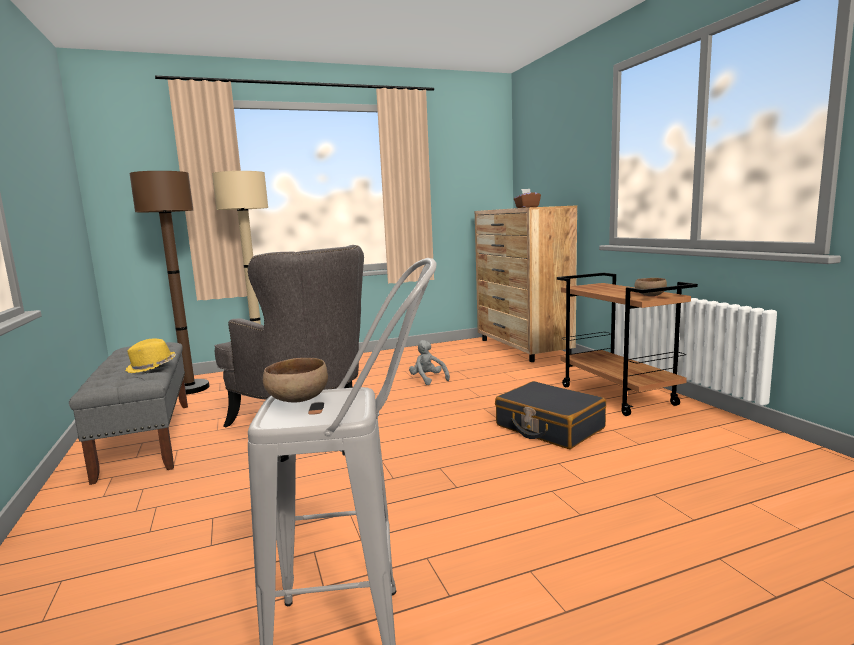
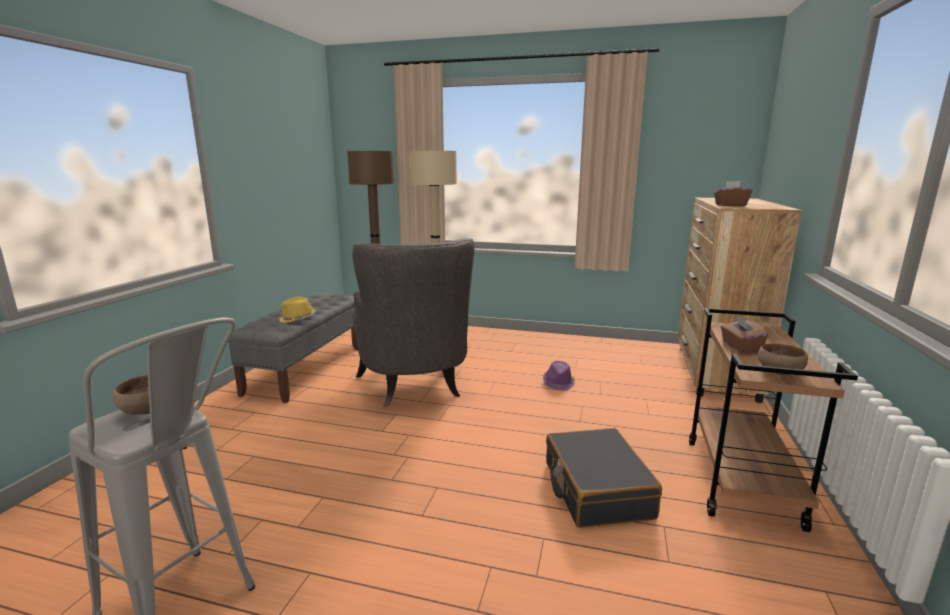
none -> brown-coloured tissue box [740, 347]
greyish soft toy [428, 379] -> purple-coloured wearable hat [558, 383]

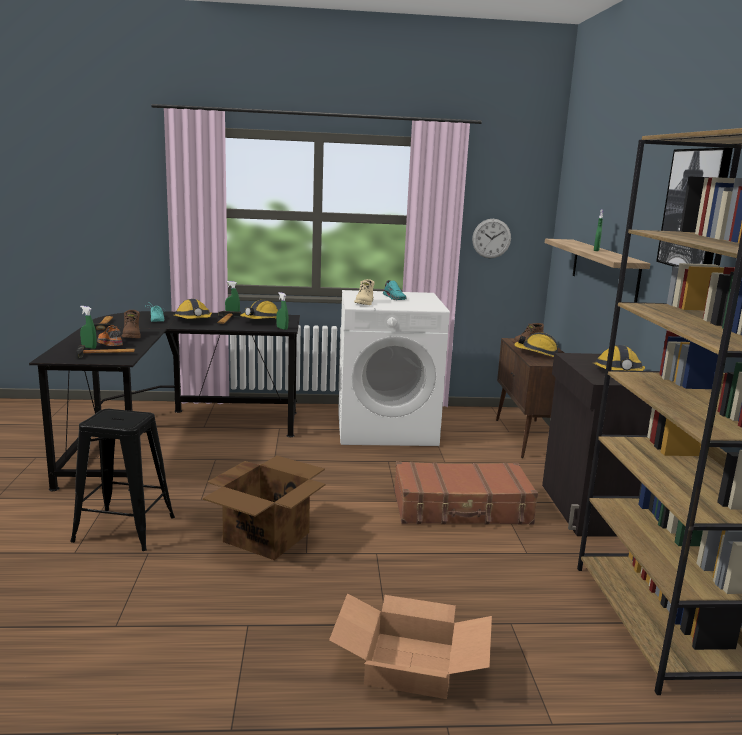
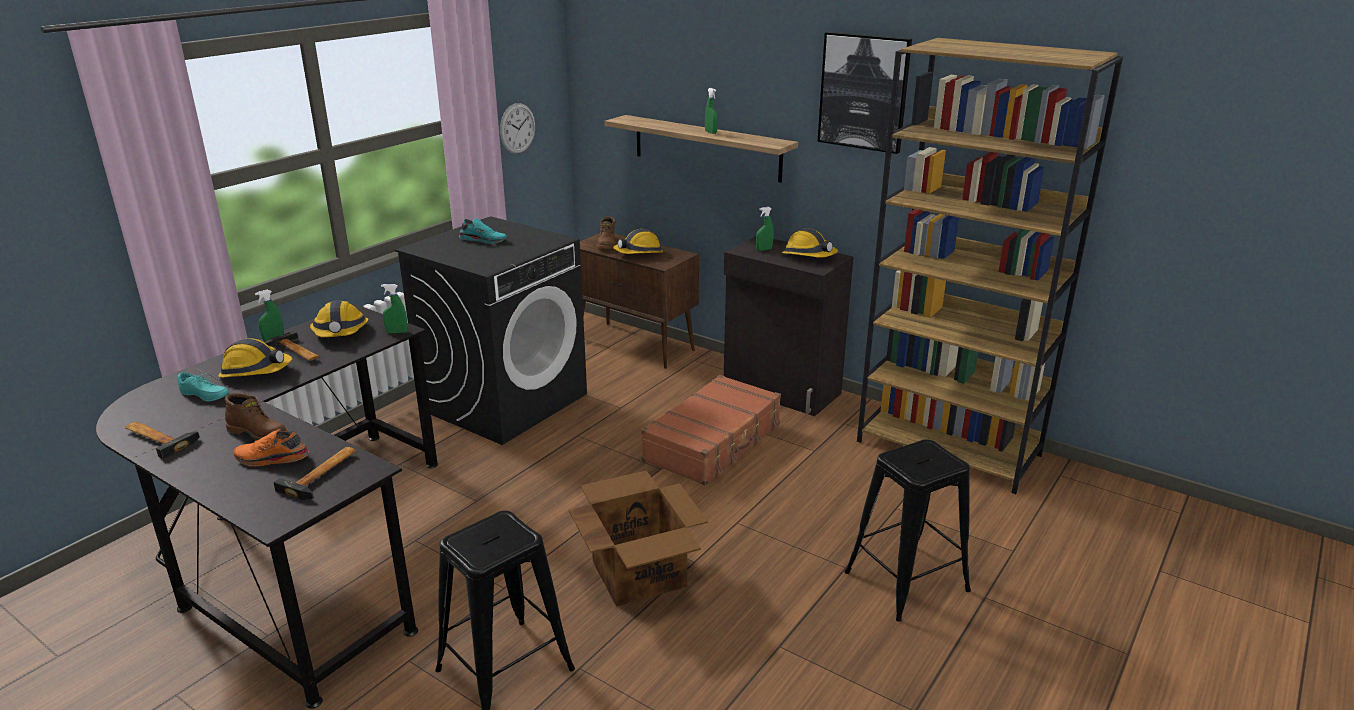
sand-coloured high-top boot [365, 303] -> none
green sprayer [89, 347] -> green sprayer [764, 249], shifted
cardboard box [408, 665] -> black stool seat [906, 581]
white-coloured laundry machine [386, 428] -> black laundry machine [505, 401]

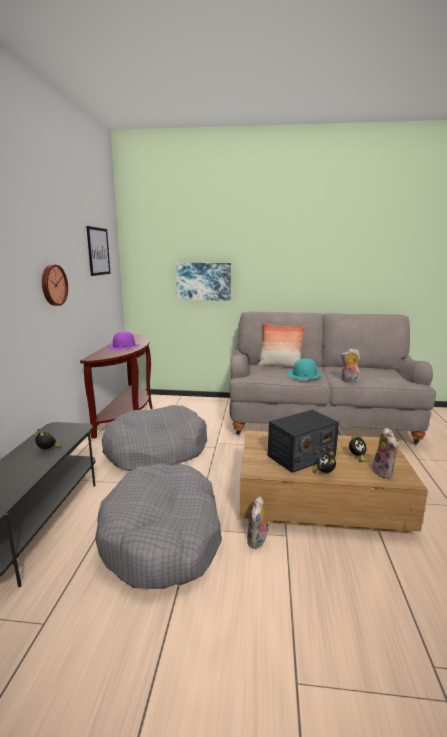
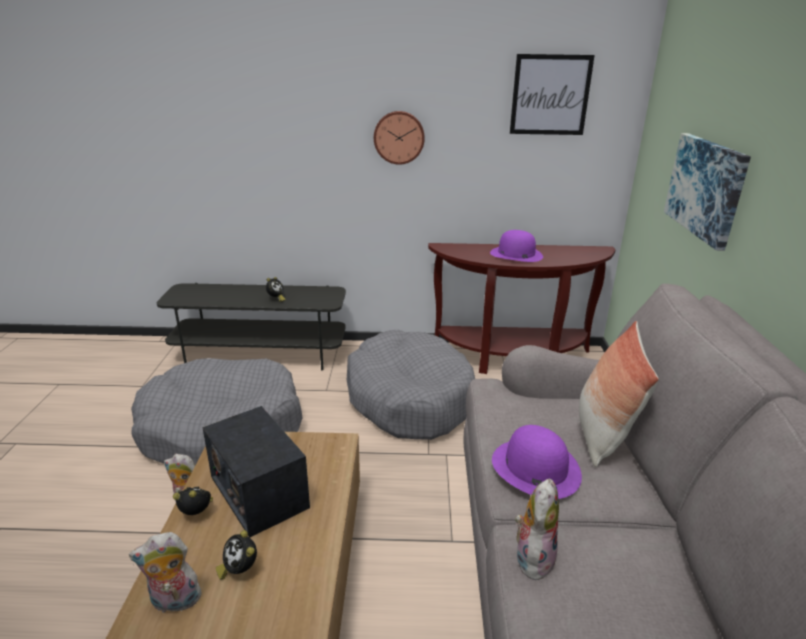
blue-green wearable hat [304, 375] -> purple-coloured wearable hat [535, 467]

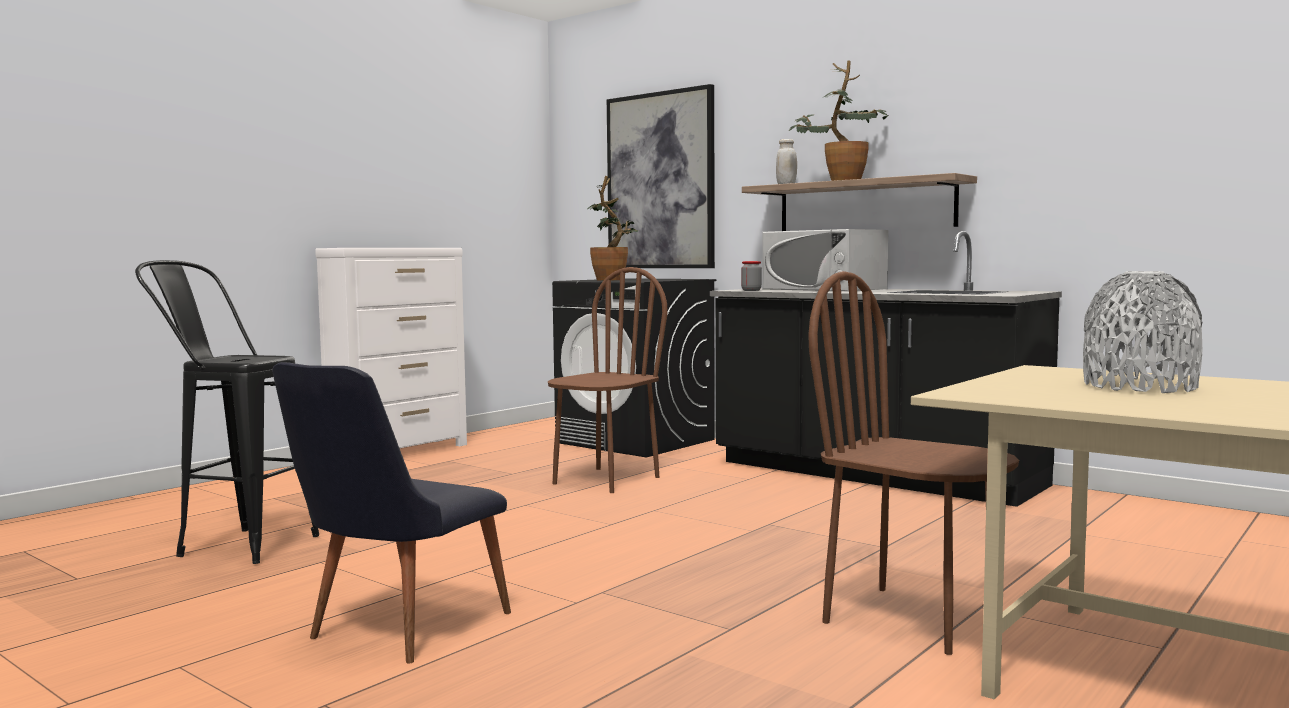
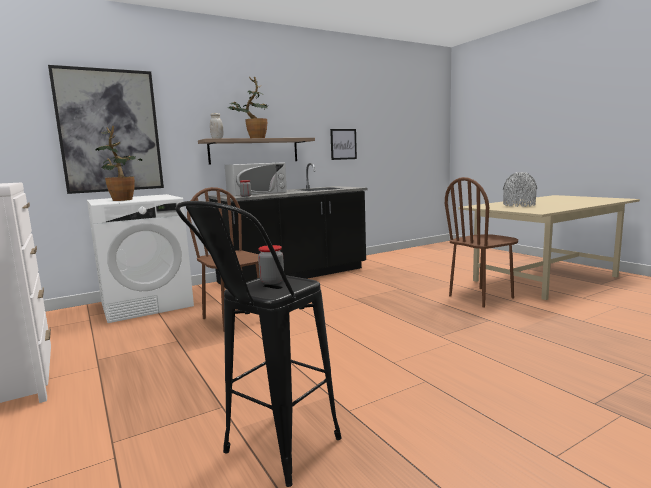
black upright chair [395, 631] -> none
none -> jar [272, 281]
none -> wall art [343, 144]
black laundry machine [636, 441] -> white-coloured laundry machine [147, 304]

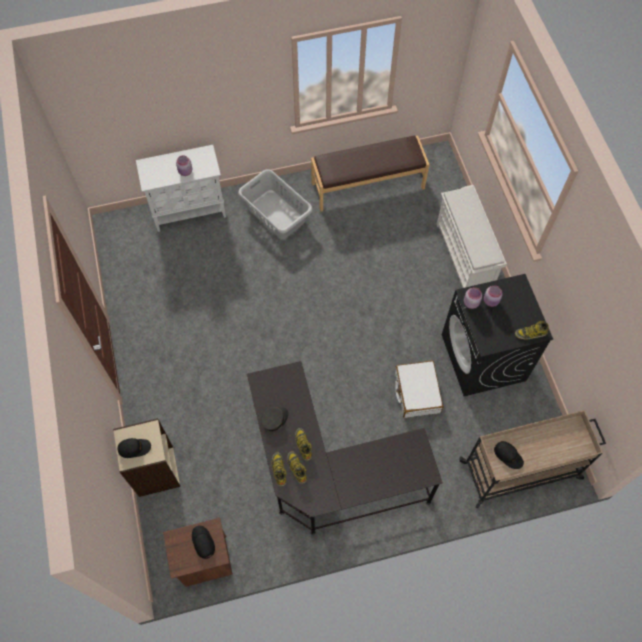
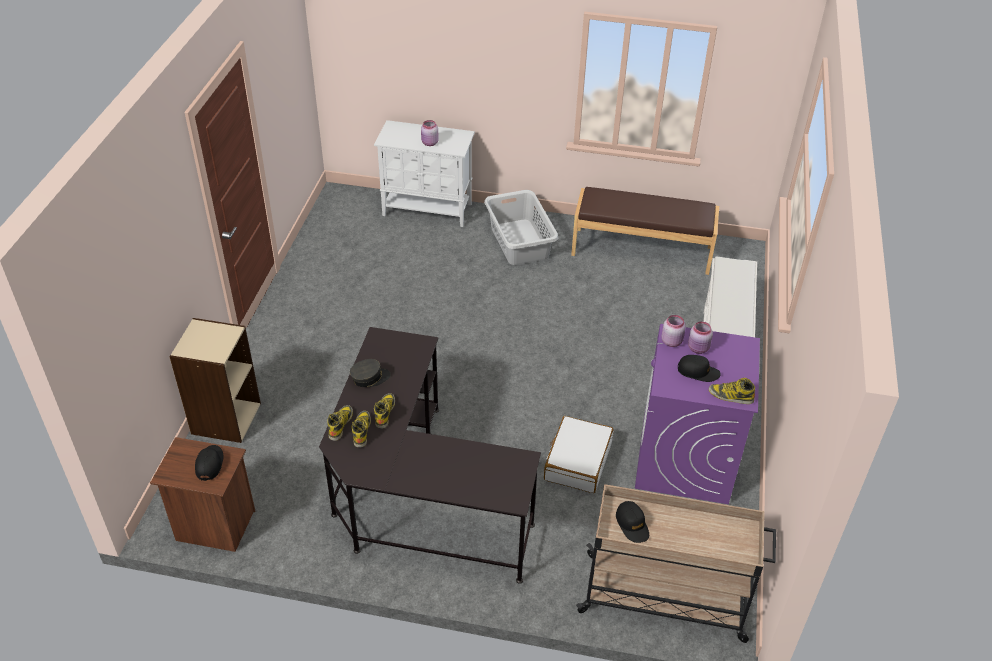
black peaked cap [134, 448] -> black peaked cap [698, 372], shifted
black laundry machine [483, 358] -> purple-coloured laundry machine [685, 459]

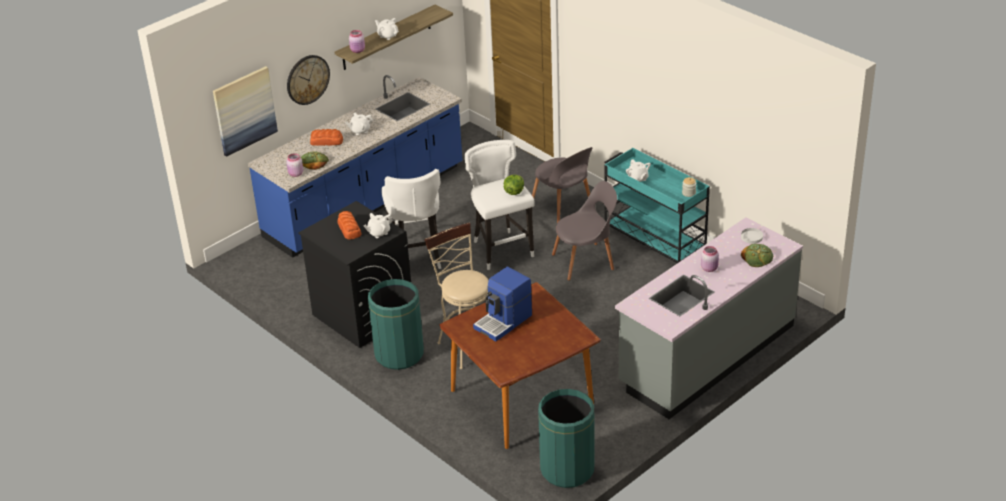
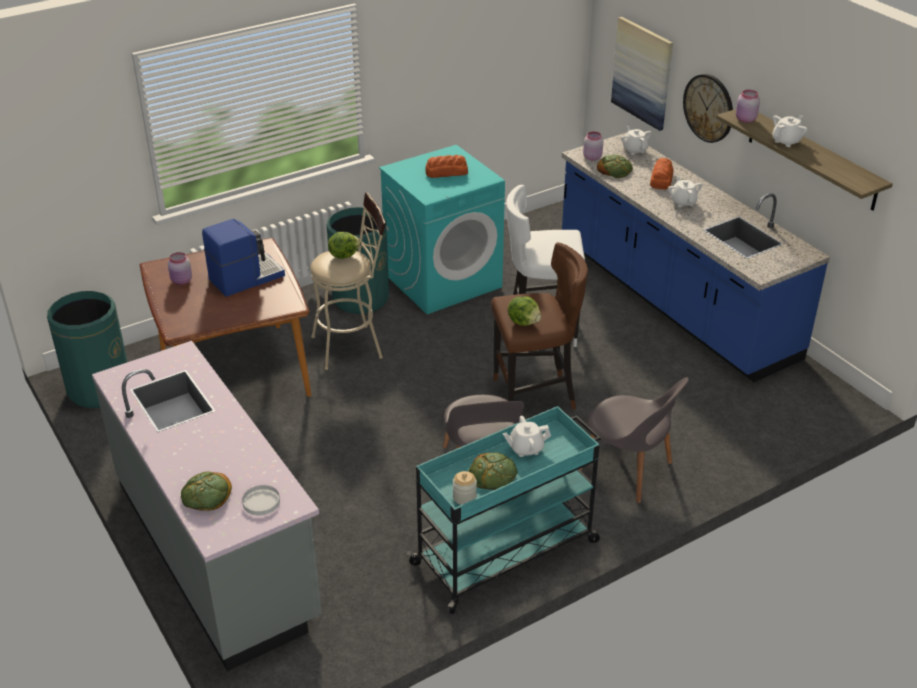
none -> lettuce head [343, 255]
none -> bread [492, 474]
white-coloured pot for tea [378, 233] -> white-coloured pot for tea [634, 150], shifted
pinkish jar [709, 268] -> pinkish jar [181, 281], shifted
black laundry machine [362, 314] -> blue-green laundry machine [443, 280]
white-coloured stool seat [501, 250] -> brown-coloured stool seat [535, 396]
coffee brewer [504, 322] -> coffee brewer [245, 277], 90 degrees clockwise
greyish upright chair [563, 206] -> greyish upright chair [627, 470], 120 degrees counterclockwise

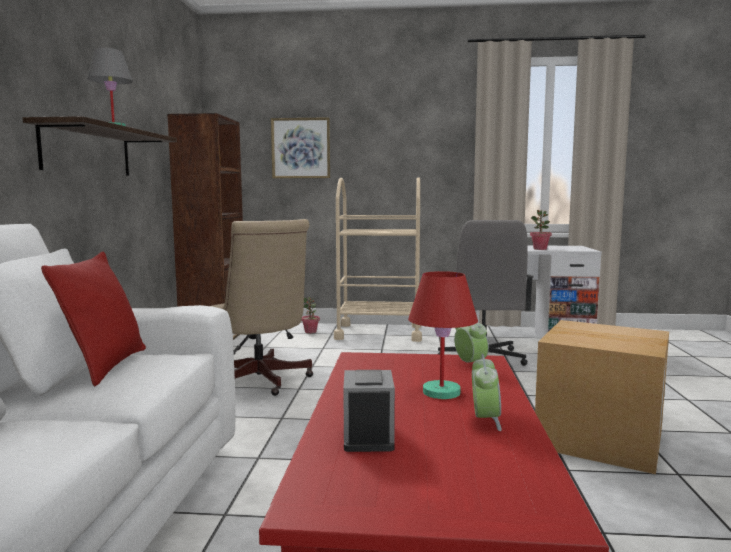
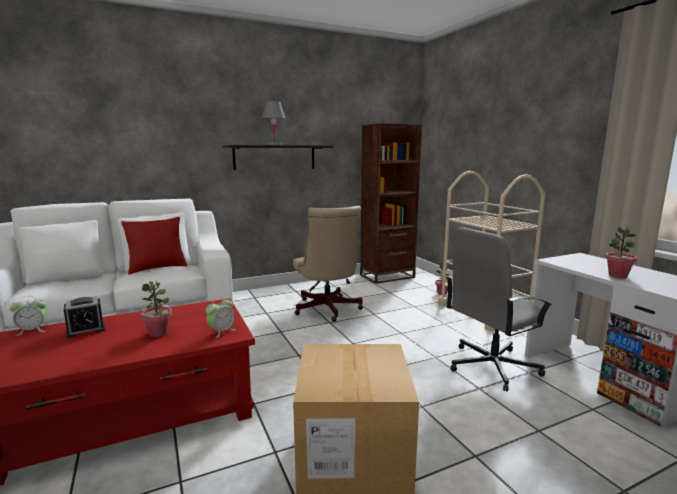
wall art [301, 148] -> none
alarm clock [485, 420] -> alarm clock [32, 330], shifted
red tabletop lamp [441, 392] -> plant in a pot [158, 333]
sand-coloured desk chair [260, 382] -> sand-coloured desk chair [327, 310], 45 degrees counterclockwise

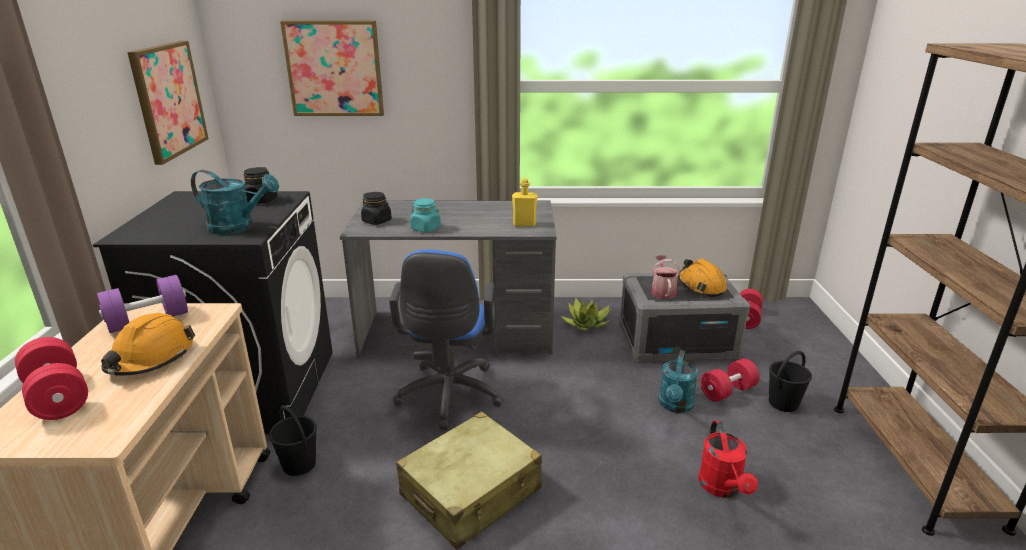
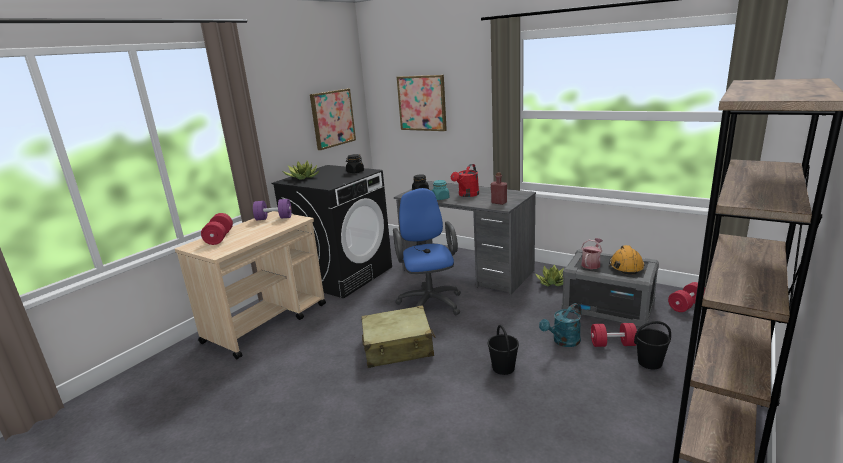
orange-coloured safety helmet [151, 358] -> none
blue-green watering can [238, 227] -> none
none -> plant in a pot [303, 177]
black pail [299, 464] -> black pail [503, 367], shifted
red watering can [723, 488] -> red watering can [467, 195], shifted
yellow drink bottle [524, 224] -> red drink bottle [499, 203]
blue-coloured desk chair [449, 398] -> blue-coloured desk chair [429, 302], 135 degrees clockwise

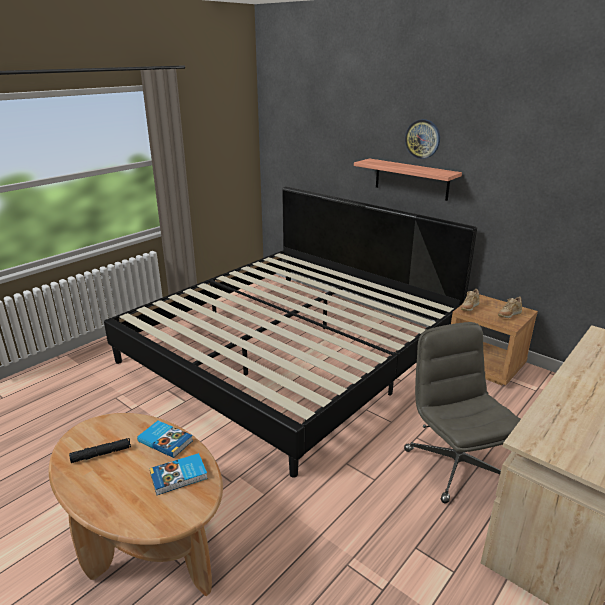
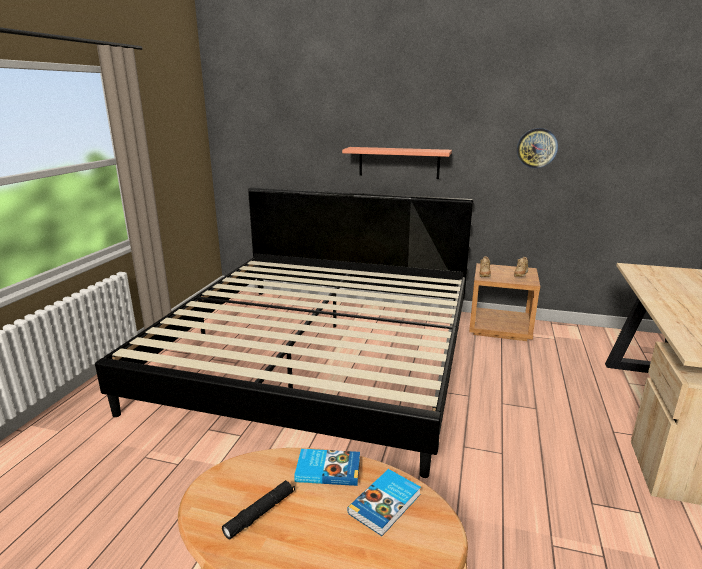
greyish desk chair [455, 465] -> none
wall clock [422, 139] -> wall clock [537, 148], shifted

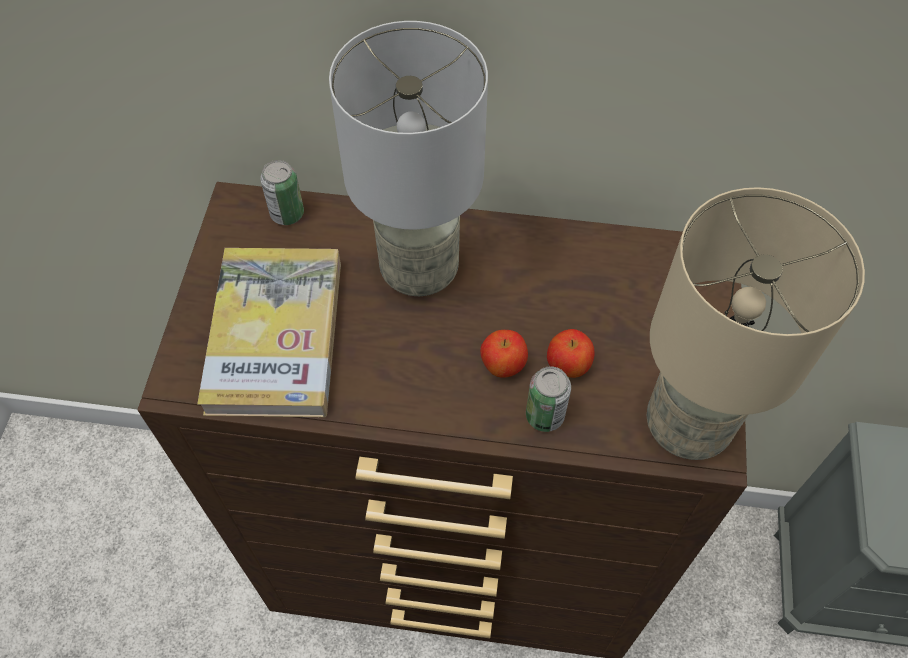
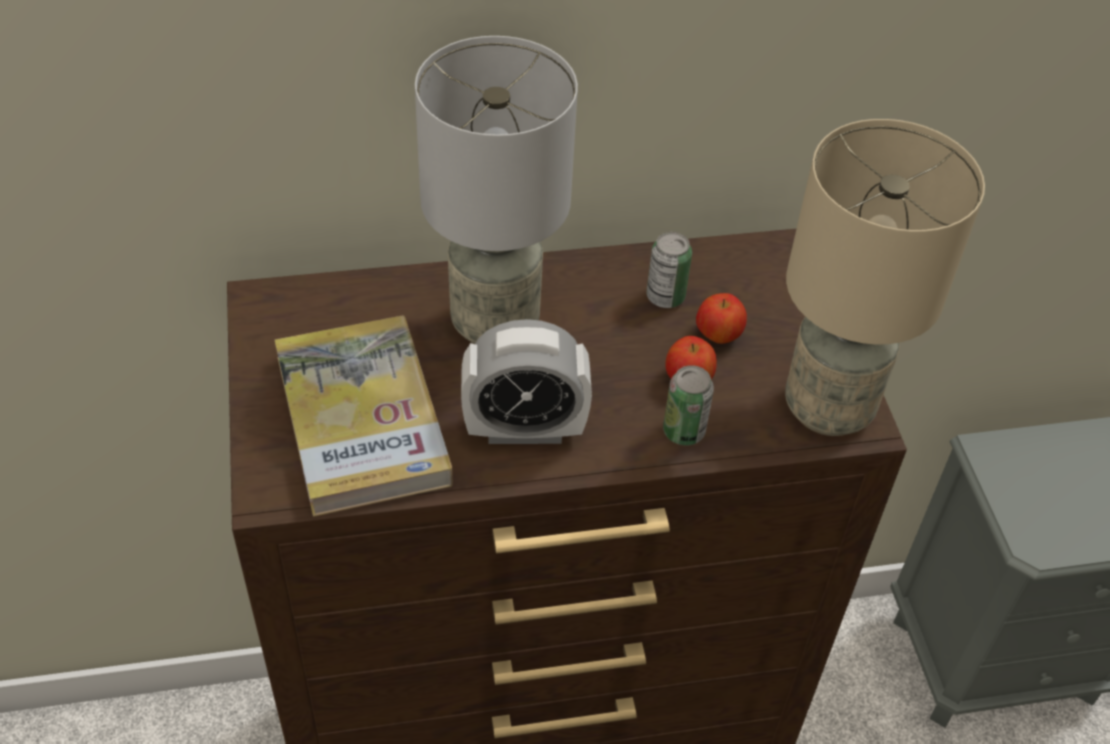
none -> alarm clock [524, 429]
can [287, 214] -> can [665, 297], shifted
whole apple [502, 365] -> whole apple [718, 336], shifted

